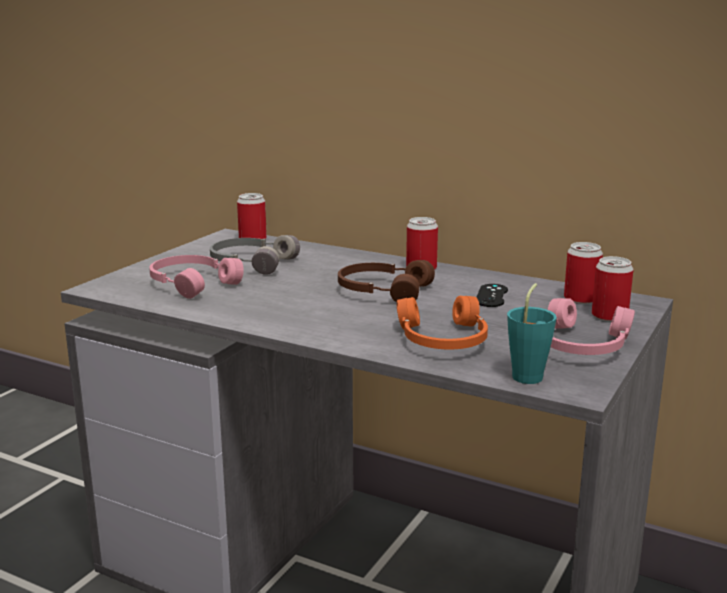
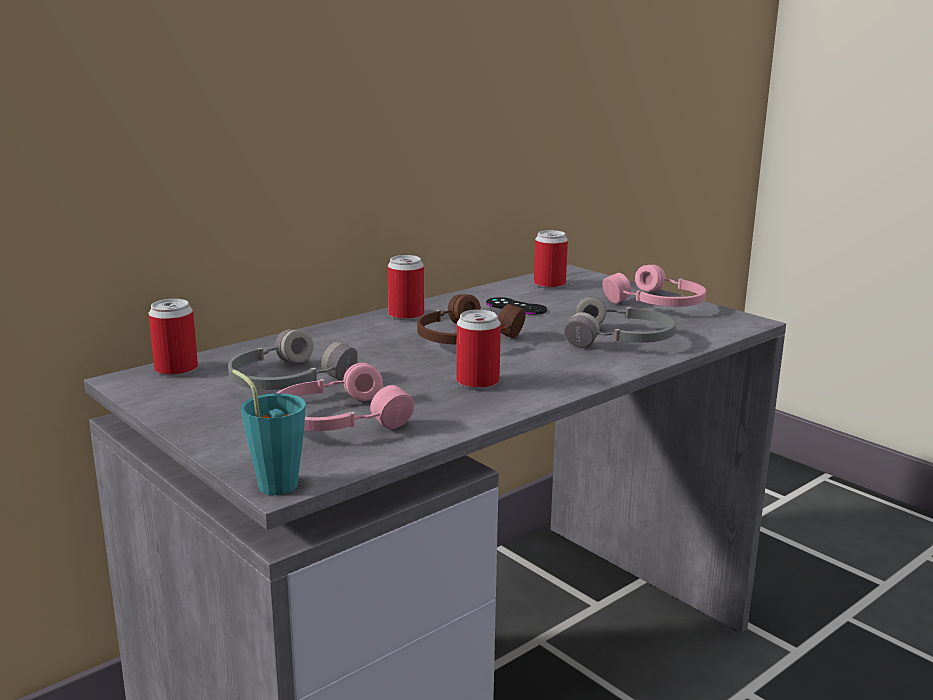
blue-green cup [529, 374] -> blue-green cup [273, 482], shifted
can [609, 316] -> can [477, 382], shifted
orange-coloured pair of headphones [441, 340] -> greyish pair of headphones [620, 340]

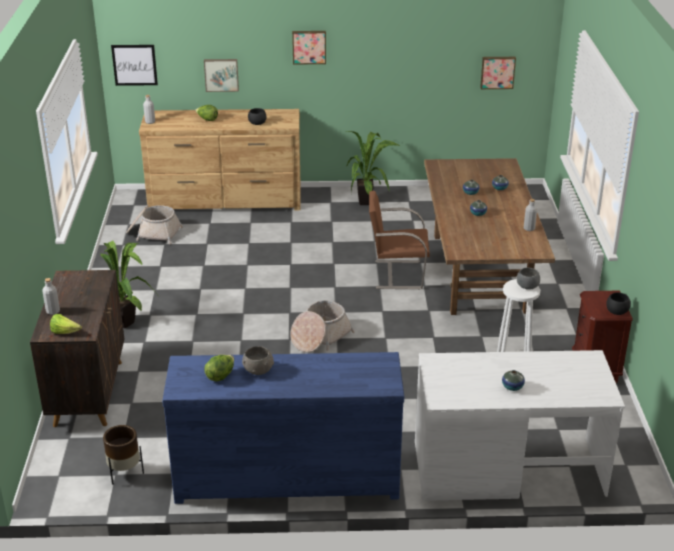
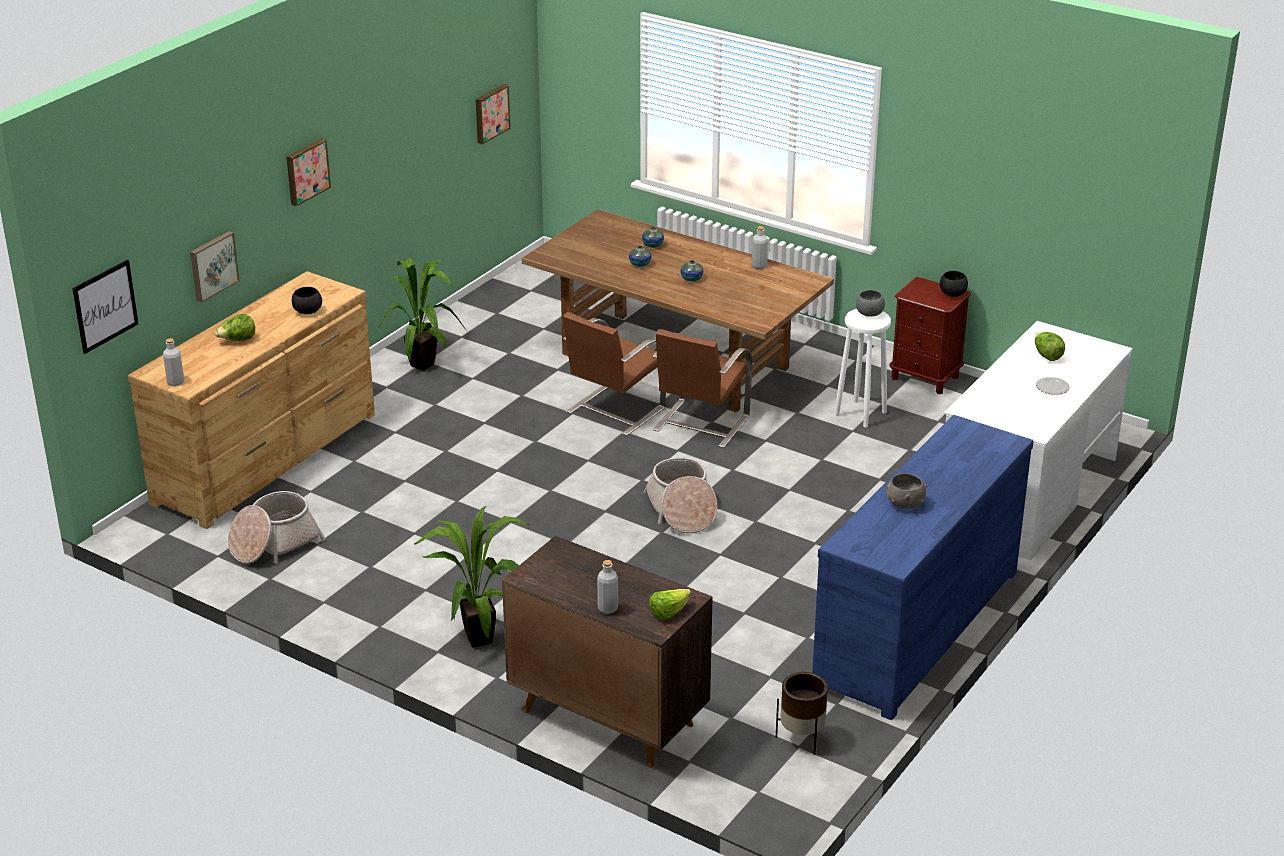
none -> brown-coloured upright chair [700, 424]
lettuce head [220, 376] -> lettuce head [1047, 356], shifted
vase [512, 387] -> dinner plate [1052, 387]

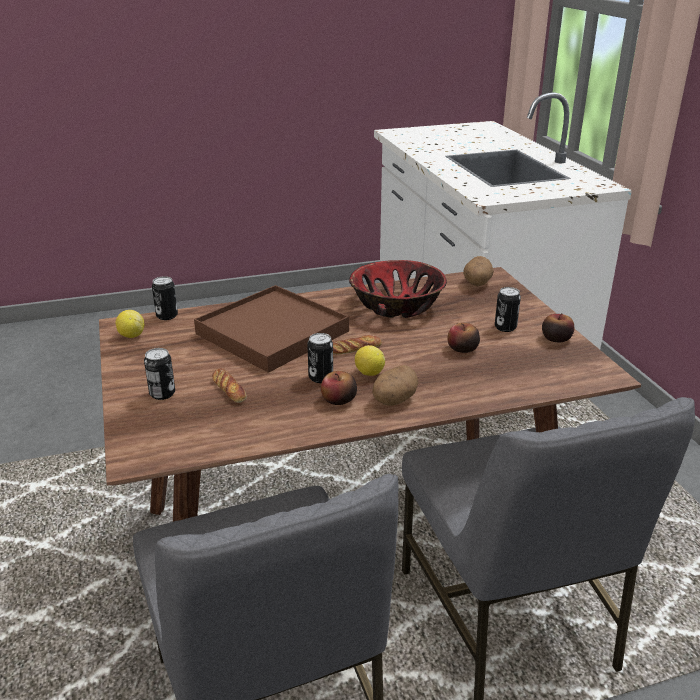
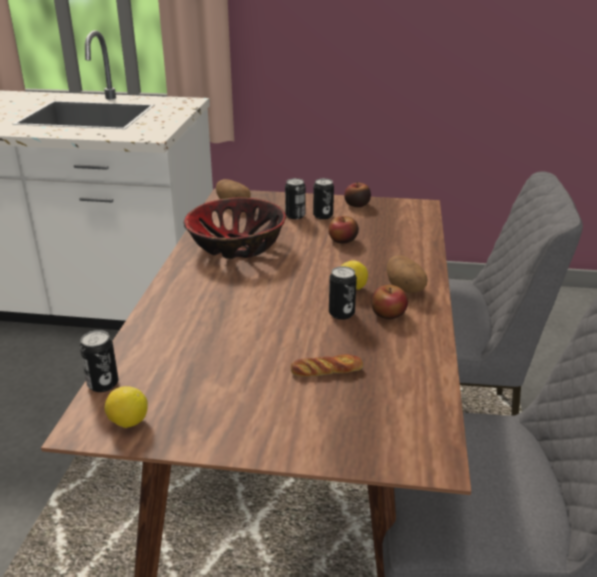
brown-coloured tray [272, 333] -> none
bread [354, 349] -> none
can [162, 394] -> can [295, 216], shifted

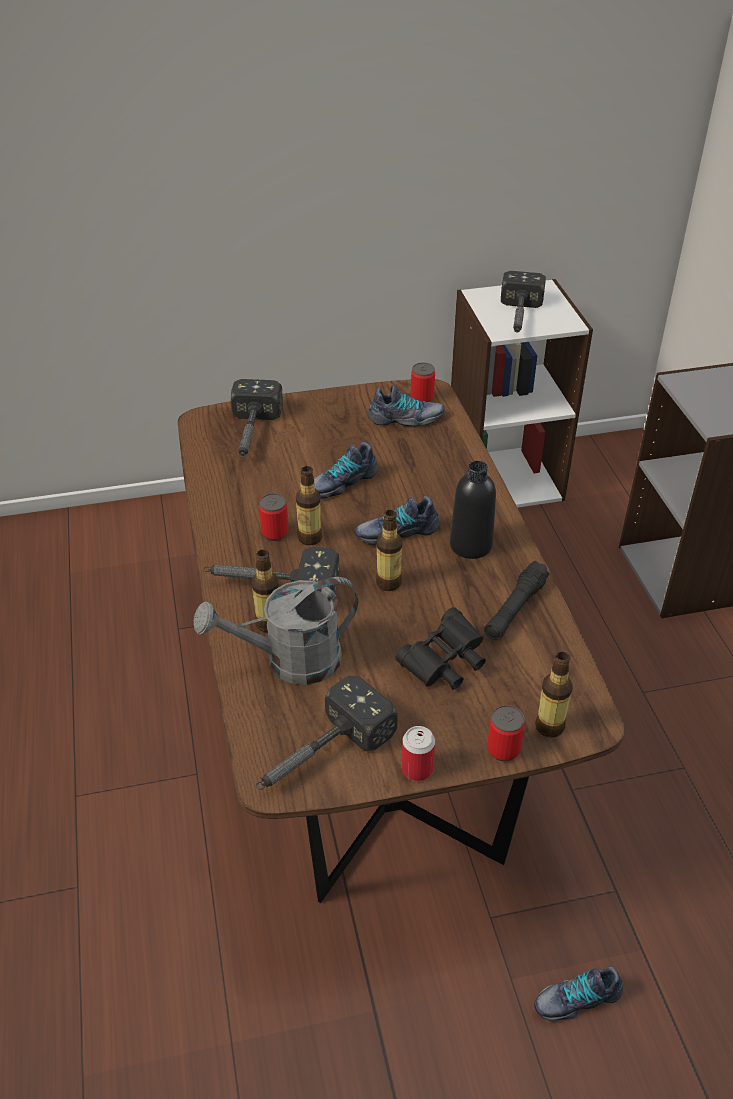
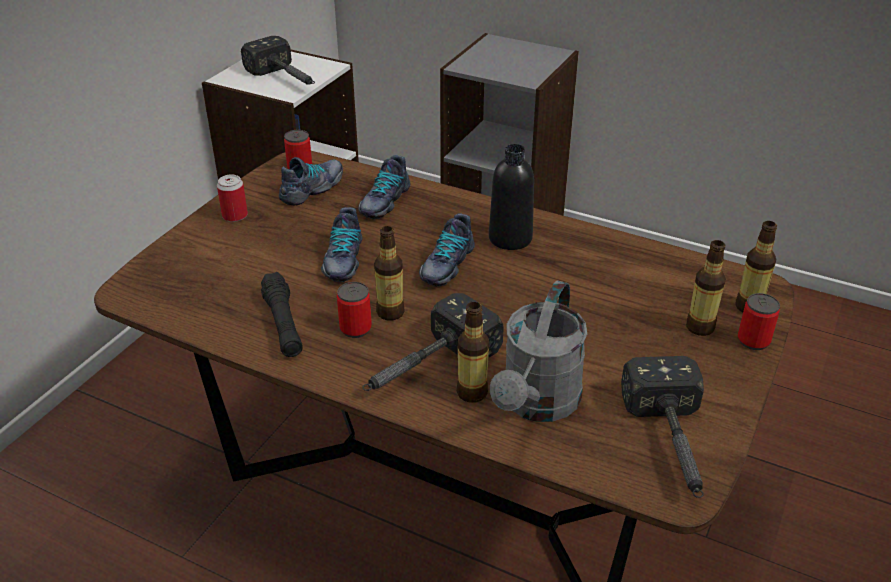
hammer [251, 435] -> none
black binoculars [444, 663] -> none
drink bottle [388, 583] -> drink bottle [700, 327], shifted
can [417, 769] -> can [235, 216], shifted
black torch [515, 609] -> black torch [283, 324], shifted
low shoe [576, 998] -> low shoe [383, 201], shifted

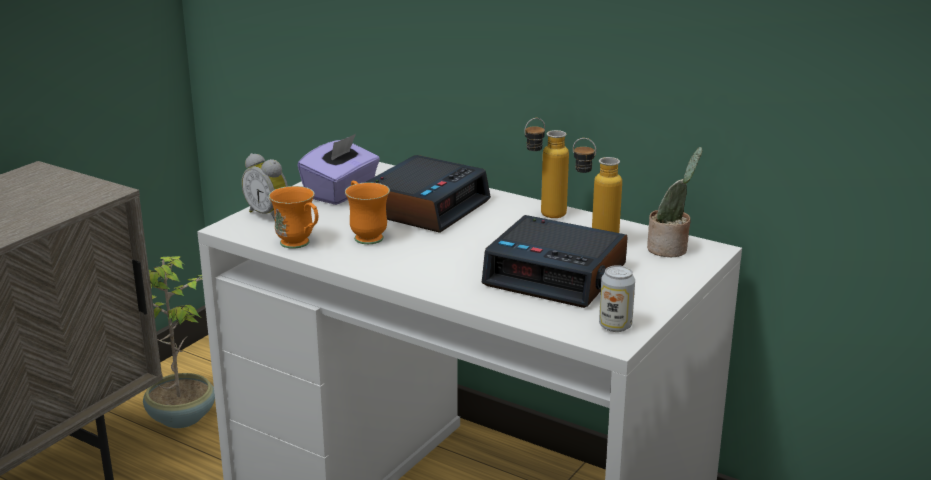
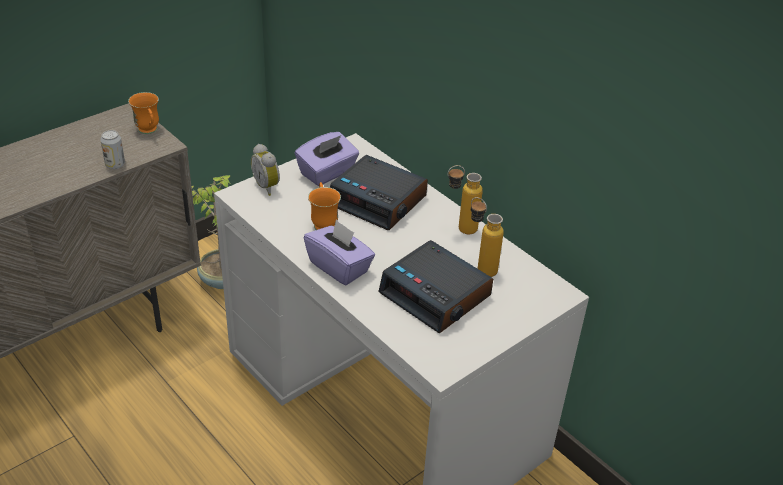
plant in a pot [670, 249] -> none
none -> purple-coloured tissue box [339, 267]
orange-coloured tea mug [300, 245] -> orange-coloured tea mug [149, 131], shifted
can [615, 326] -> can [115, 165], shifted
alarm clock [424, 206] -> alarm clock [379, 201], 75 degrees clockwise

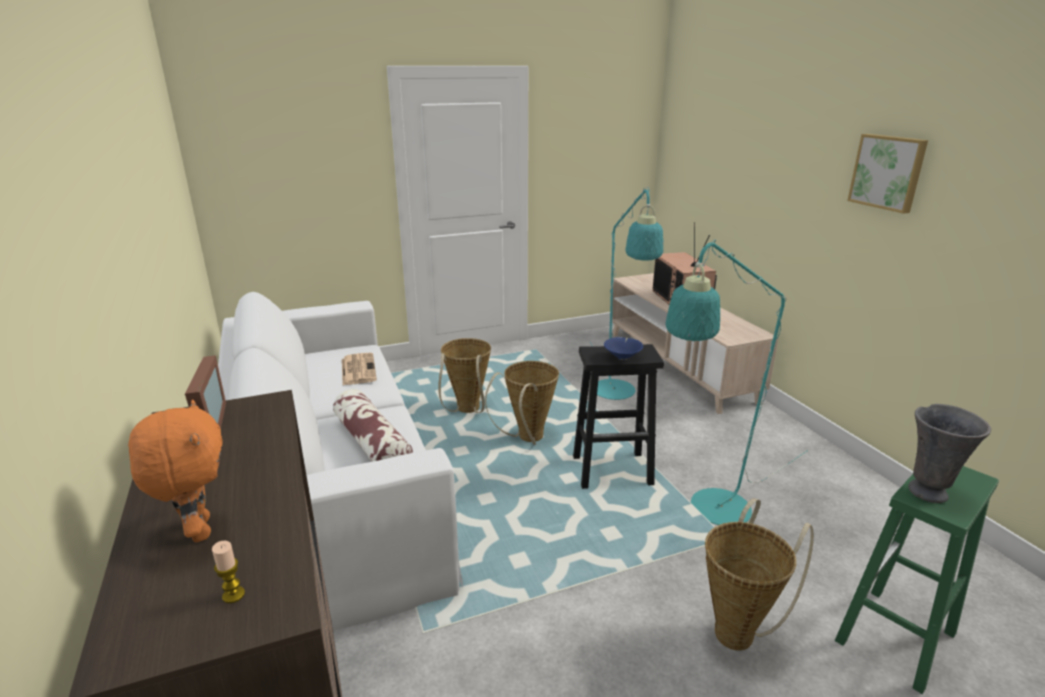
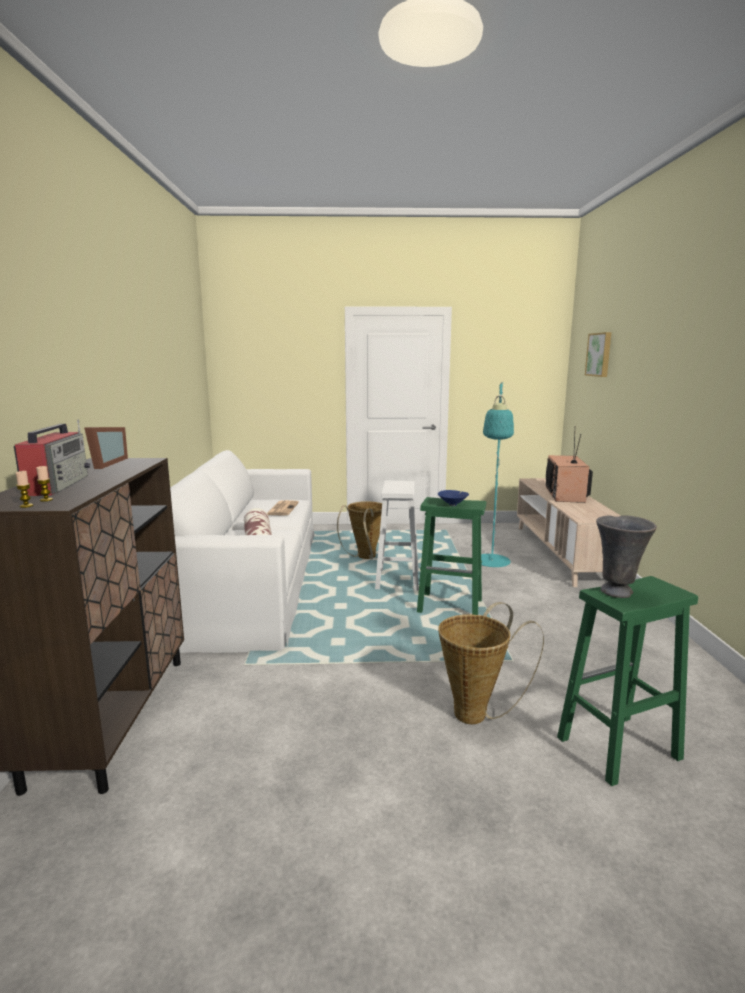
blue-green standing lamp [711, 513] -> none
none -> wax light [26, 506]
wall art [888, 172] -> wall art [600, 354], shifted
orange-coloured soft toy [197, 530] -> radio set [57, 485]
basket [527, 439] -> white-coloured stool seat [397, 579]
black stool seat [613, 470] -> green stool seat [451, 606]

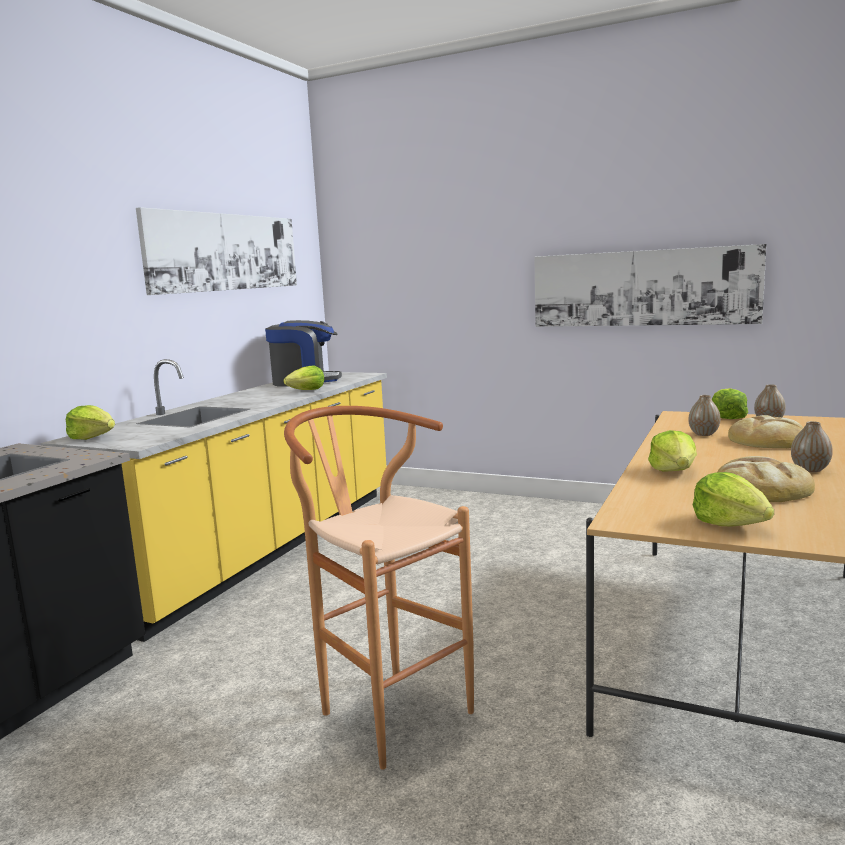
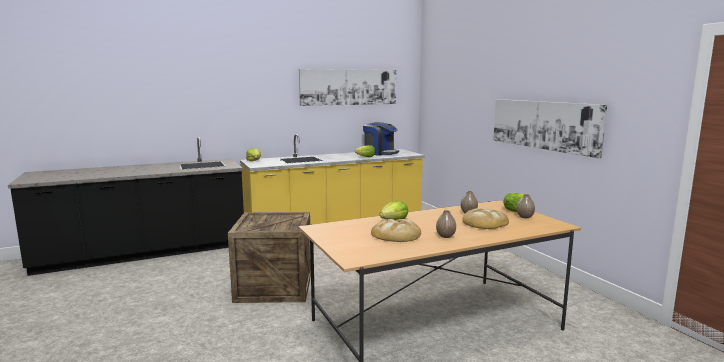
lettuce head [730, 523] -> none
brown-coloured stool seat [385, 709] -> crate [274, 286]

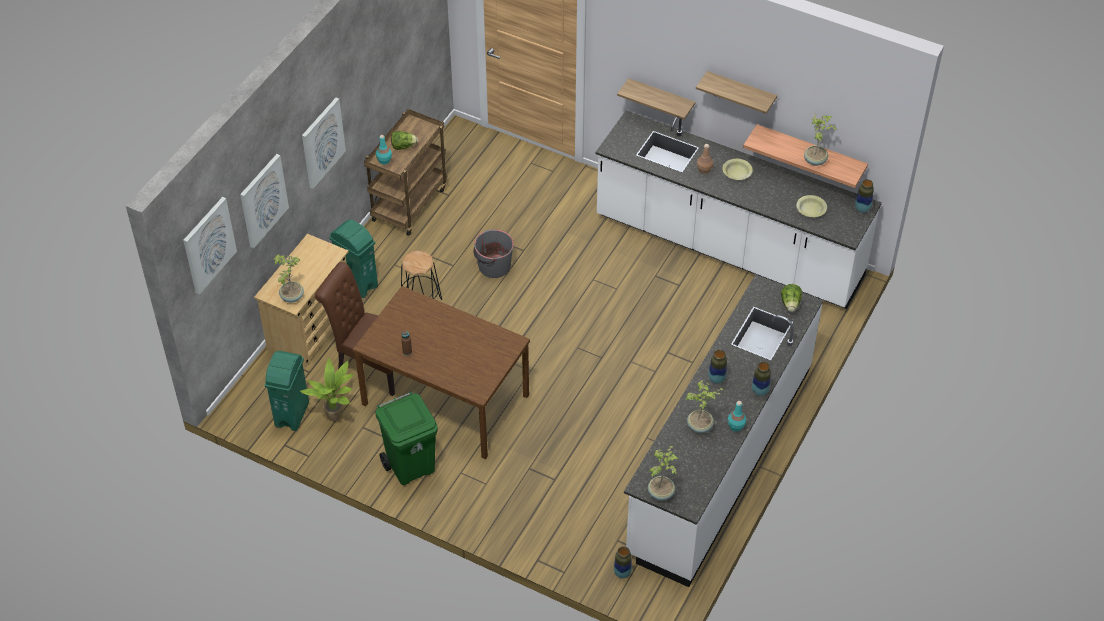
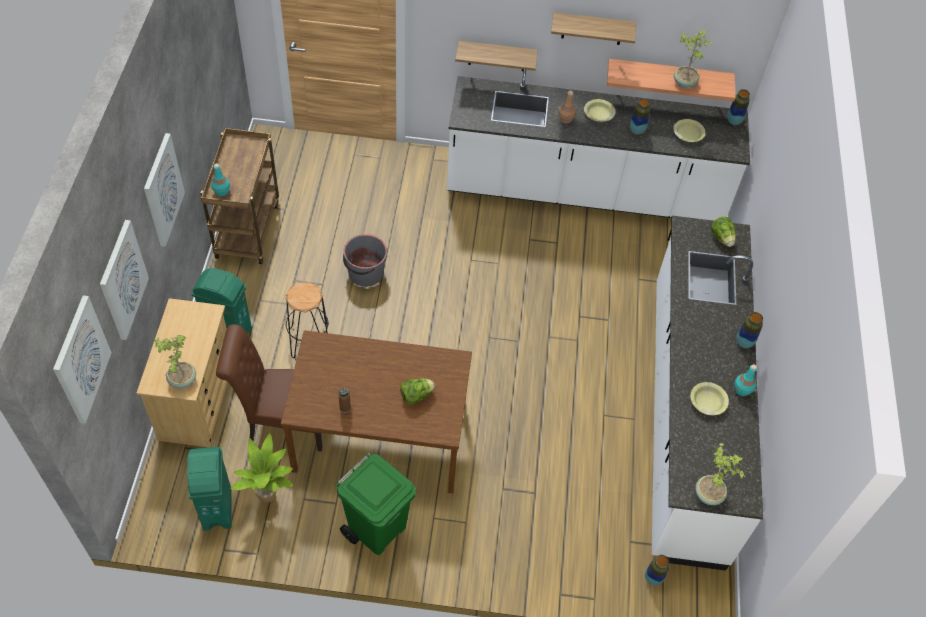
lettuce head [403, 146] -> lettuce head [416, 395], shifted
vase [716, 379] -> vase [637, 130], shifted
plant in a pot [700, 427] -> yellow bowl [707, 402]

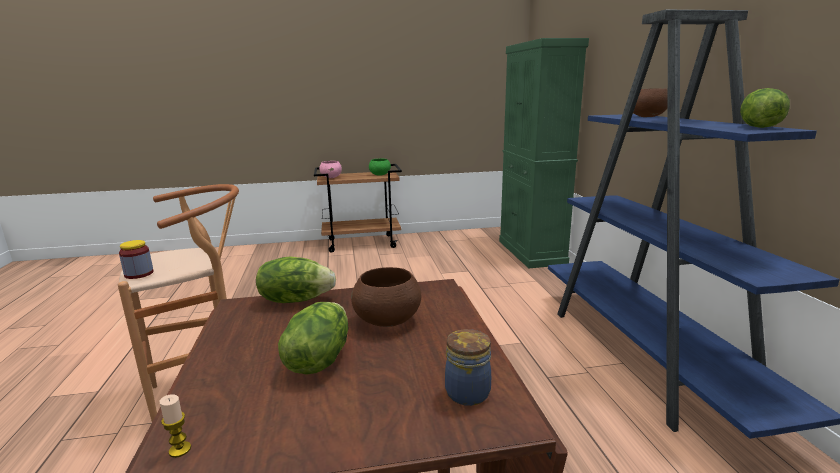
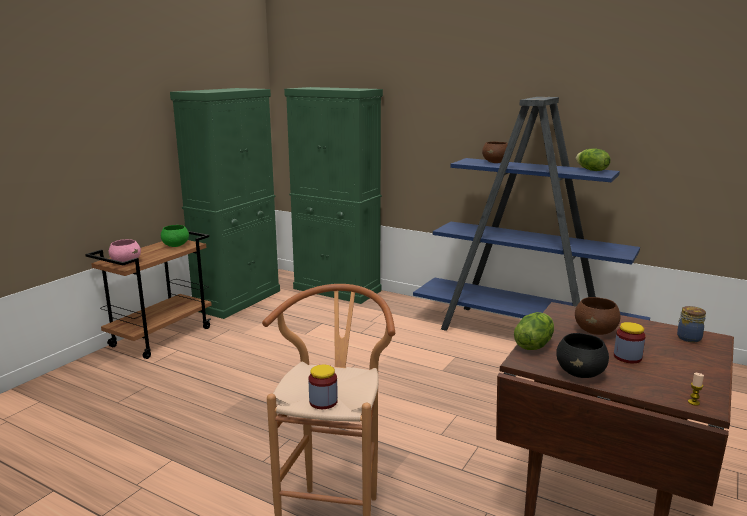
none -> green cabinet [238, 300]
none -> black bowl [580, 373]
lettuce head [318, 359] -> jar [627, 357]

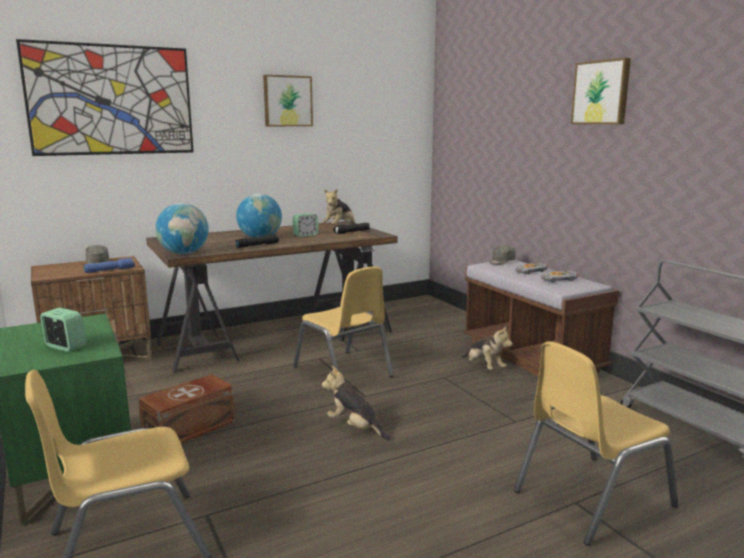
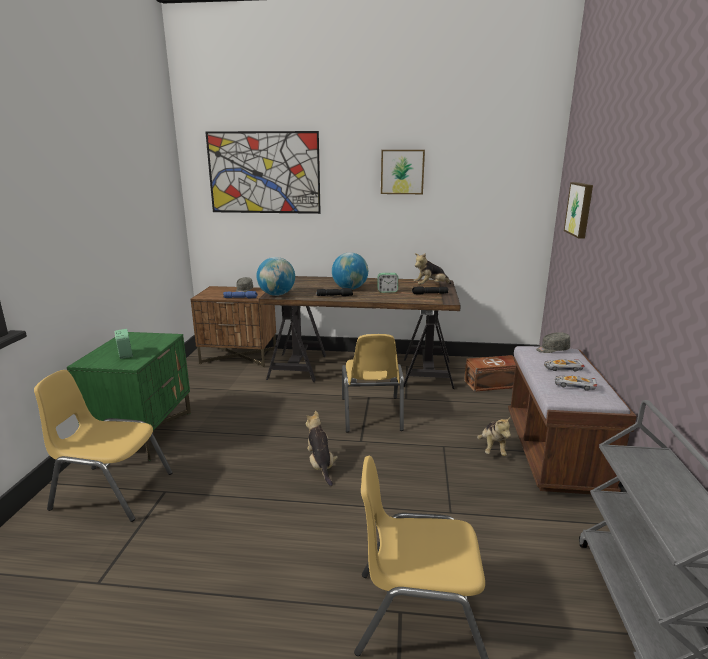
brown-coloured storage bin [191, 428] -> brown-coloured storage bin [493, 384], shifted
wall art [601, 92] -> wall art [580, 209], shifted

